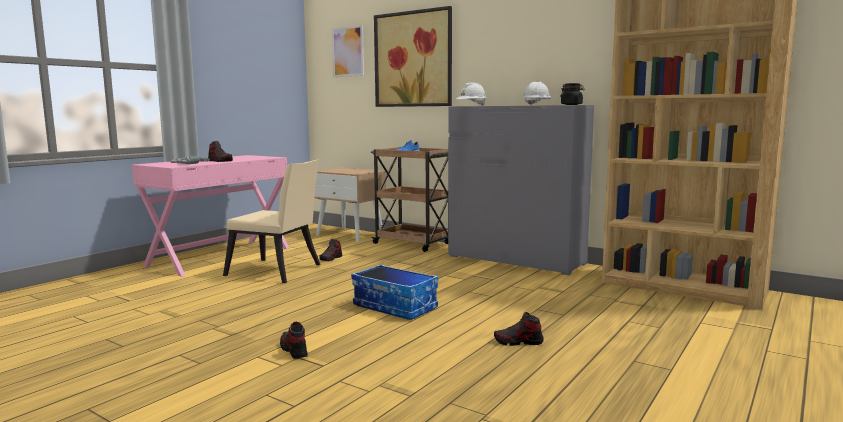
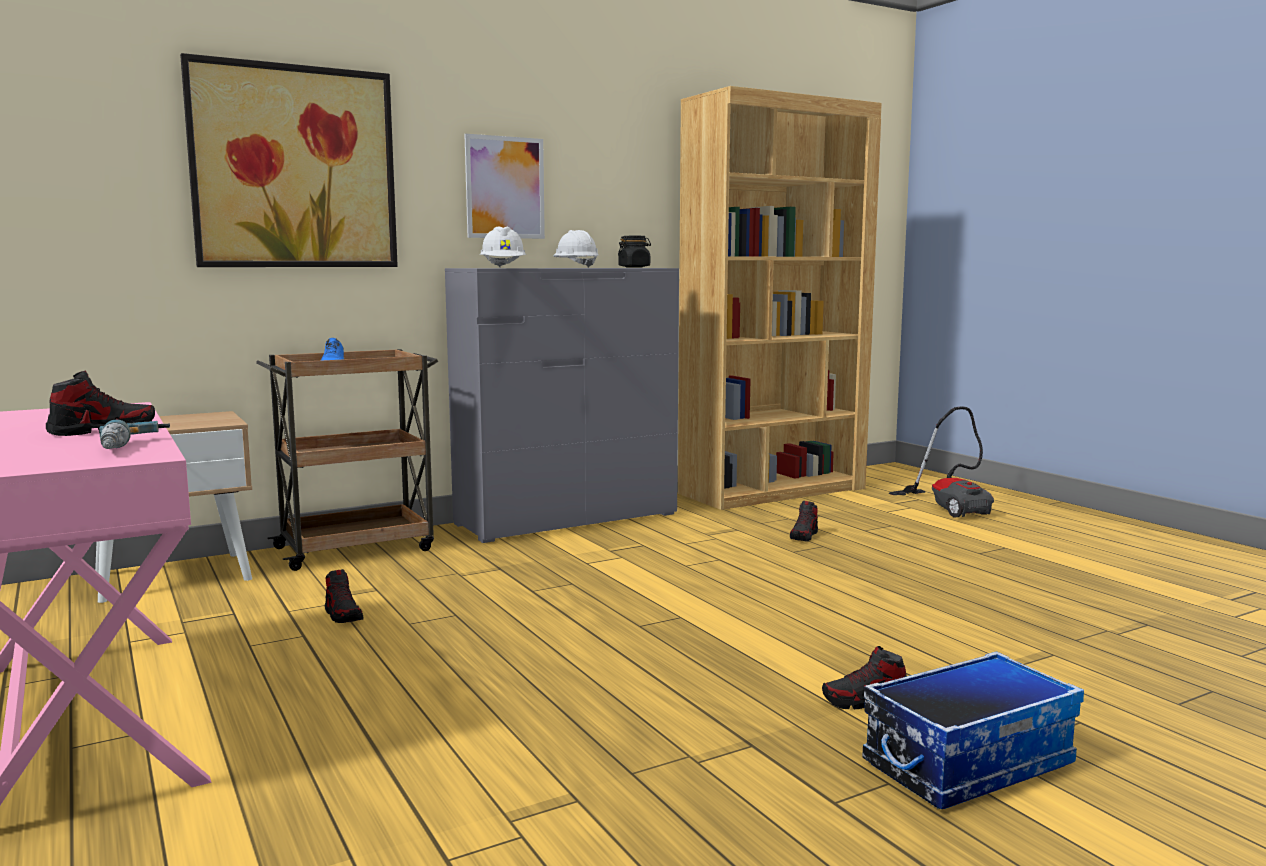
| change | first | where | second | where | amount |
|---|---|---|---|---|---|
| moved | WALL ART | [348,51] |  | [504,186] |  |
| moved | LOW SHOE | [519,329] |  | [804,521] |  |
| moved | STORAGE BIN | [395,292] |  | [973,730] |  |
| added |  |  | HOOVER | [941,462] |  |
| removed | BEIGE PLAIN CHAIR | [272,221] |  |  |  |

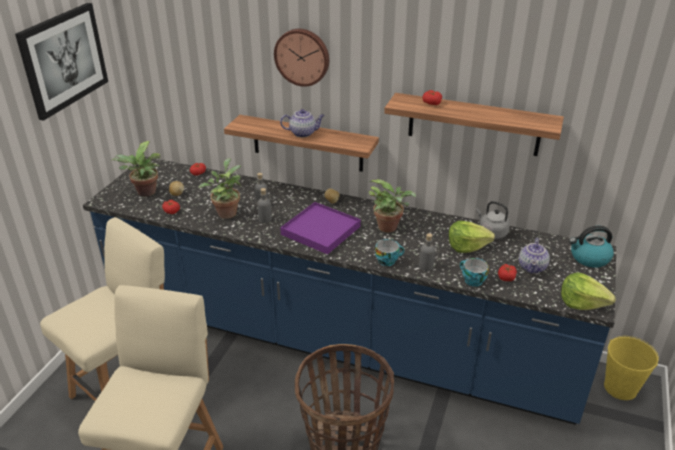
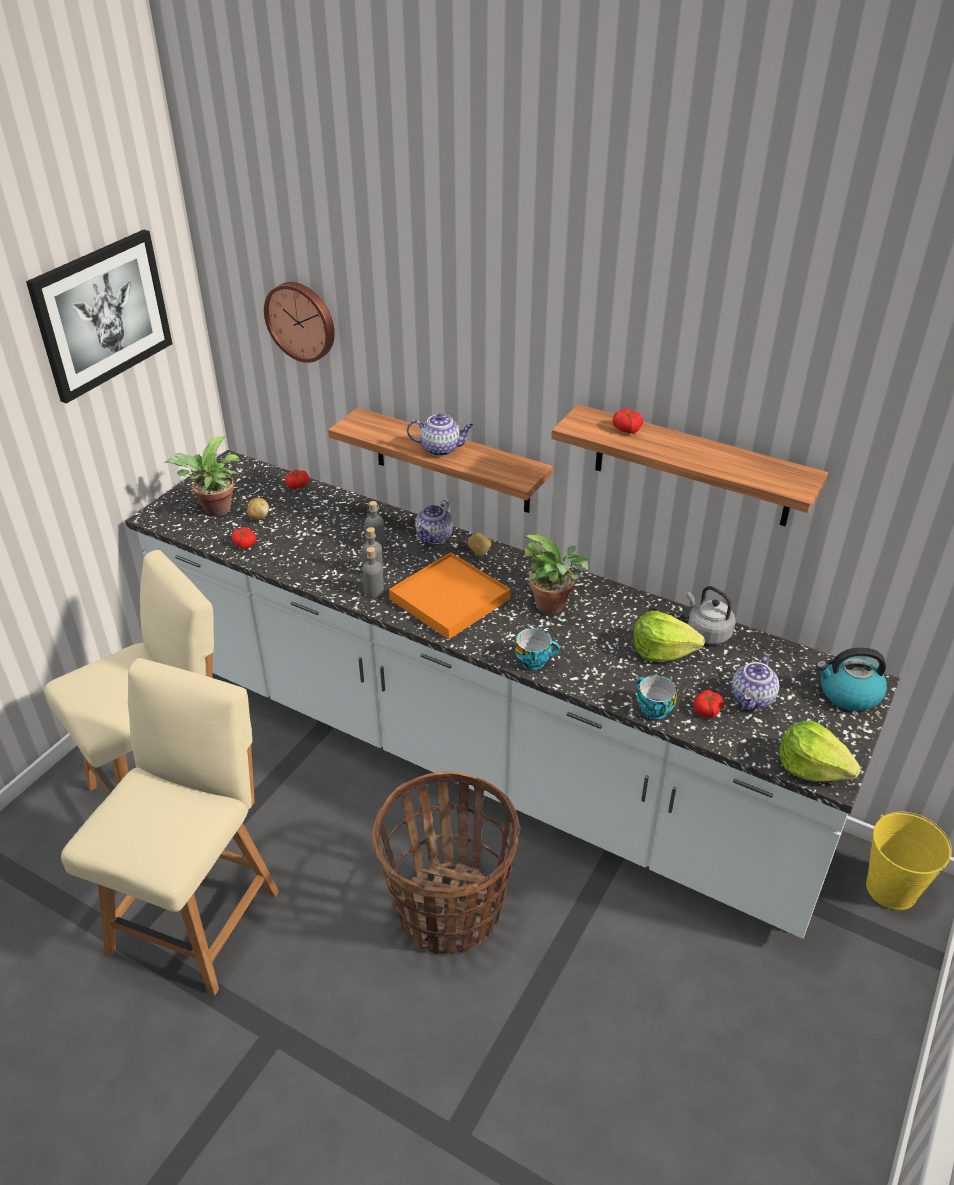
| change | first | where | second | where | amount |
|---|---|---|---|---|---|
| recoloured | BLUE KITCHEN COUNTER | [349,291] | WHITE KITCHEN COUNTER | [512,694] |  |
| moved | HANGING CLOCK | [301,58] |  | [299,322] |  |
| moved | GRAY BEVERAGE BOTTLE | [427,252] |  | [373,572] |  |
| recoloured | PURPLE-COLOURED TRAY | [320,228] | ORANGE TRAY | [449,596] |  |
| added |  |  | TEA POT | [434,521] |  |
| removed | POTTED PLANT | [219,188] |  |  |  |

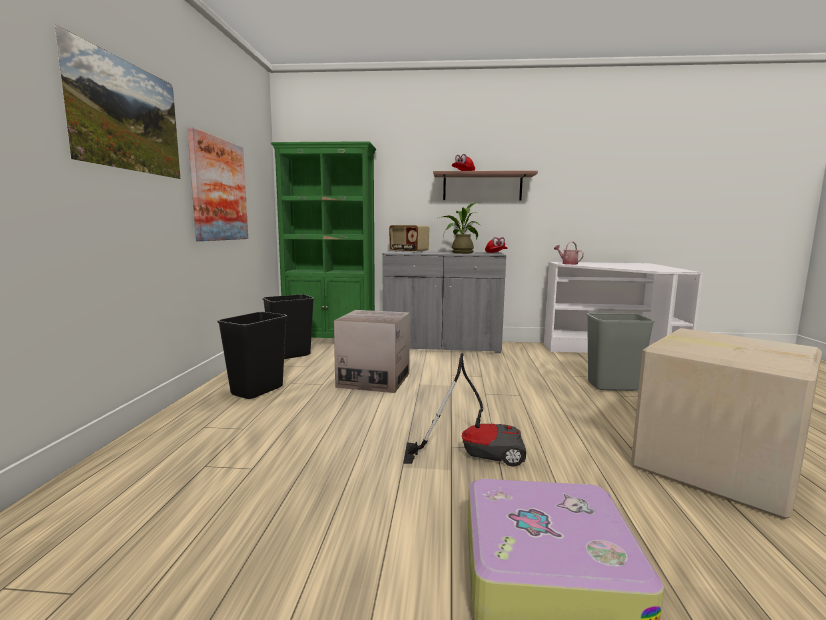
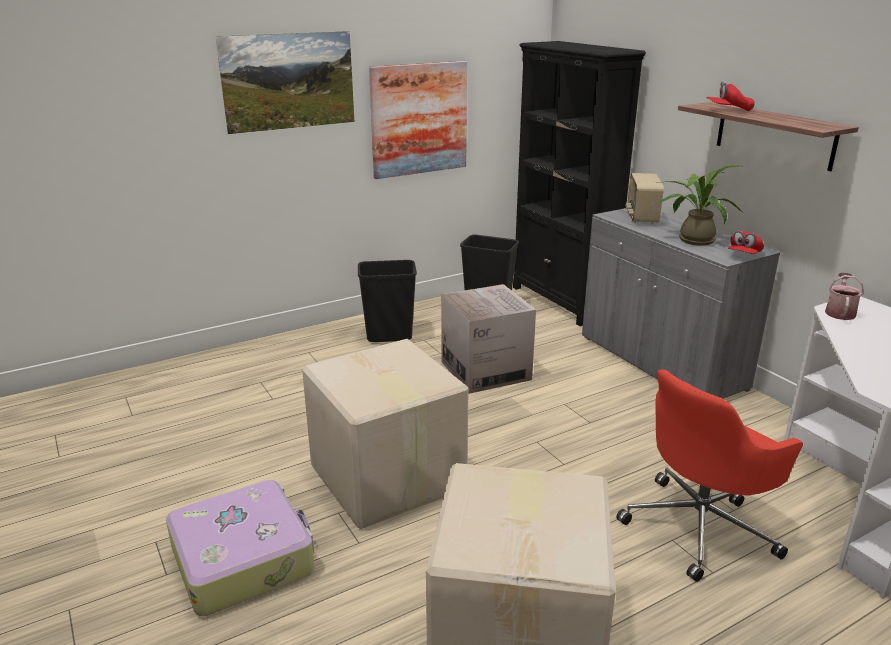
| change | first | where | second | where | amount |
|---|---|---|---|---|---|
| replaced | HOOVER | [464,410] | PACKING BOX | [385,434] |  |
| recoloured | GREEN-COLOURED BOOKSHELF | [323,239] | BLACK BOOKSHELF | [579,183] |  |
| replaced | GRAY RUBBISH BIN | [620,352] | REDDISH DESK CHAIR | [709,475] |  |

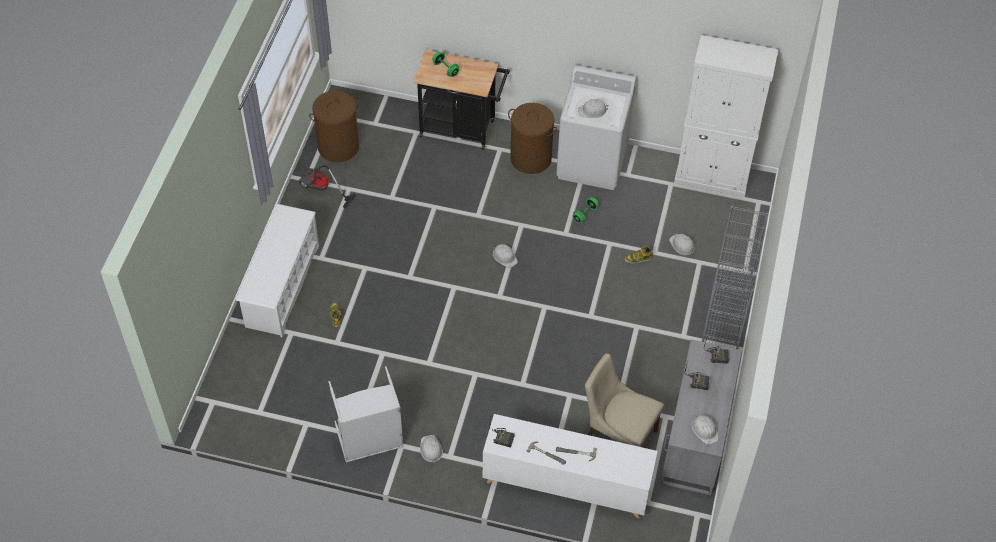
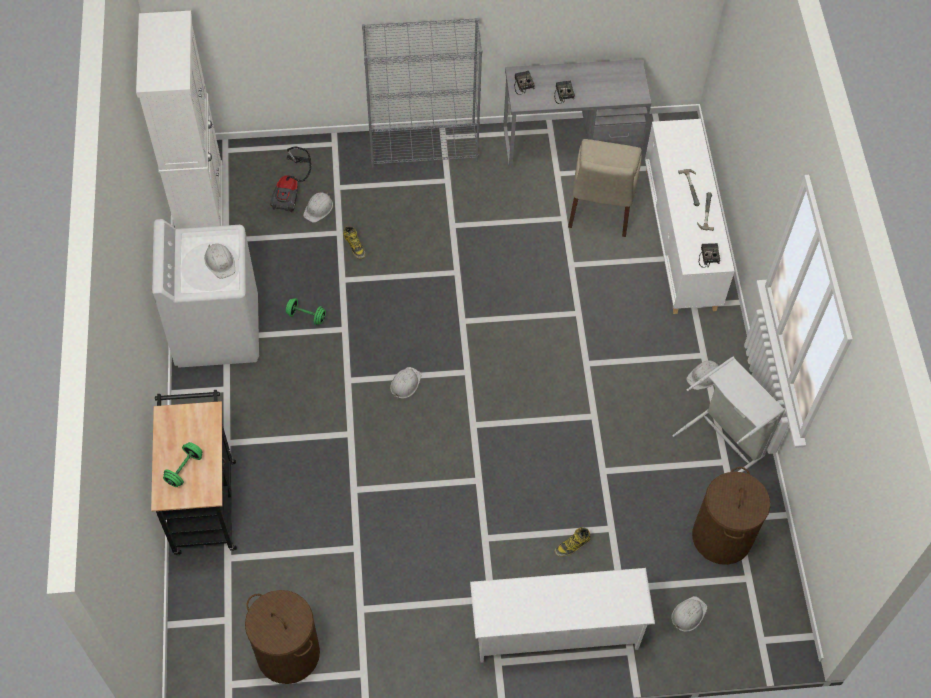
| change | first | where | second | where | amount |
|---|---|---|---|---|---|
| moved | HOOVER | [327,187] |  | [290,179] |  |
| moved | WHITE WORK HELMET | [705,430] |  | [689,614] |  |
| moved | BROWNISH WASHING BASKET | [532,138] |  | [731,516] |  |

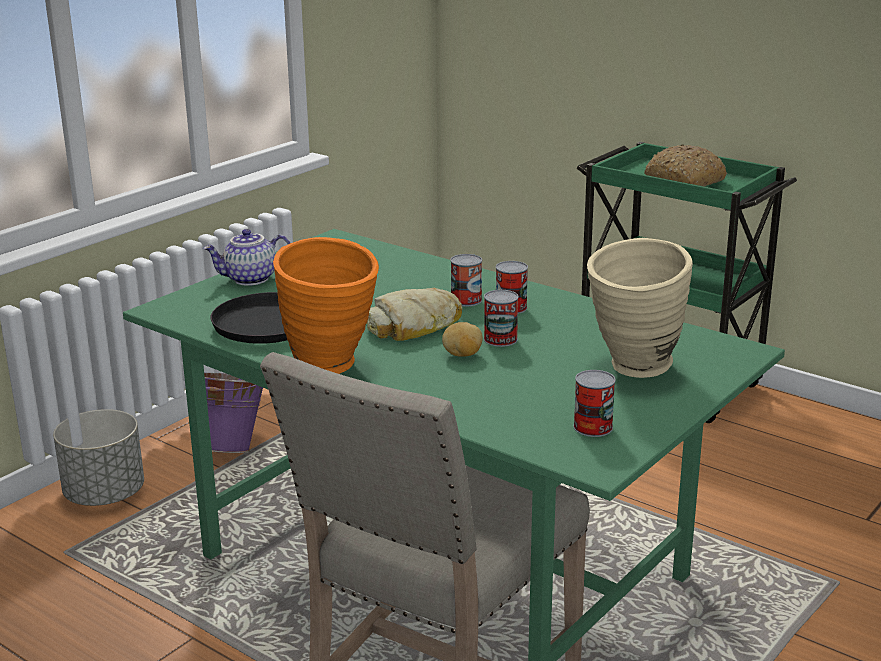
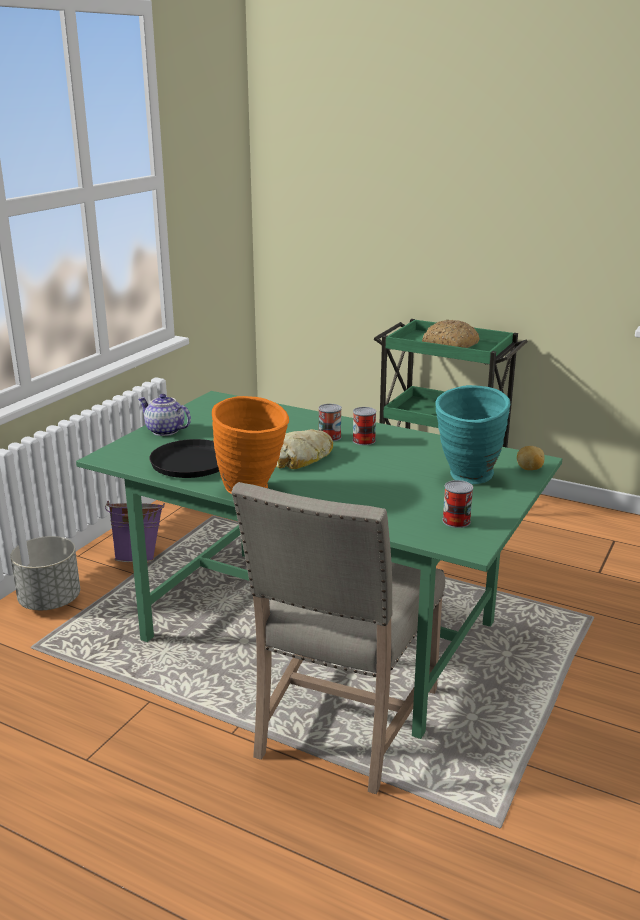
| change | first | where | second | where | amount |
|---|---|---|---|---|---|
| turned | TEA POT | [246,257] |  | [164,415] | 60 degrees clockwise |
| recoloured | BEIGE VASE | [640,308] | TURQUOISE VASE | [472,434] |  |
| moved | WHOLE POTATO | [462,339] |  | [530,458] |  |
| removed | SEALED CAN | [501,318] |  |  |  |

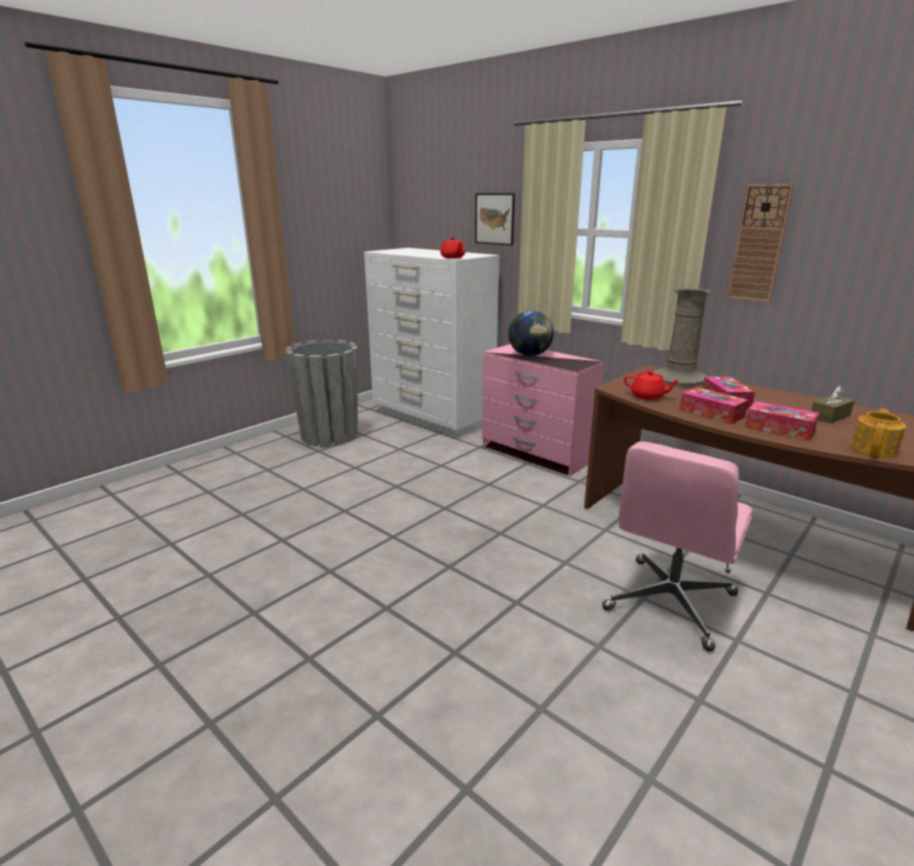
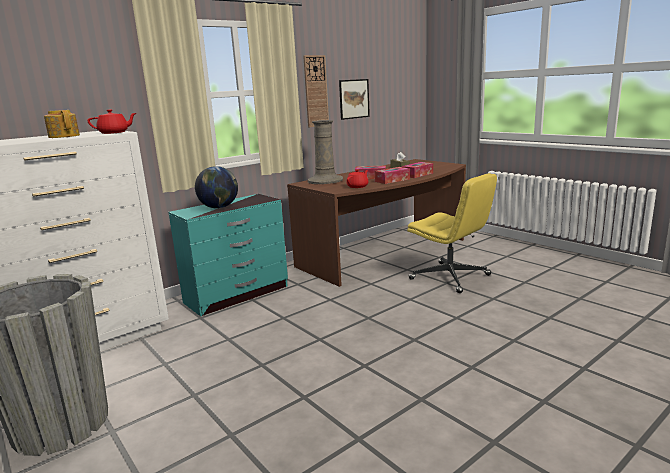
| change | first | where | second | where | amount |
|---|---|---|---|---|---|
| moved | TEA POT | [878,433] |  | [62,124] |  |
| recoloured | PINKISH DRESSER | [543,410] | TURQUOISE DRESSER | [228,255] |  |
| moved | WALL ART | [495,219] |  | [354,99] |  |
| recoloured | PINKISH DESK CHAIR | [677,546] | YELLOWISH DESK CHAIR | [452,233] |  |

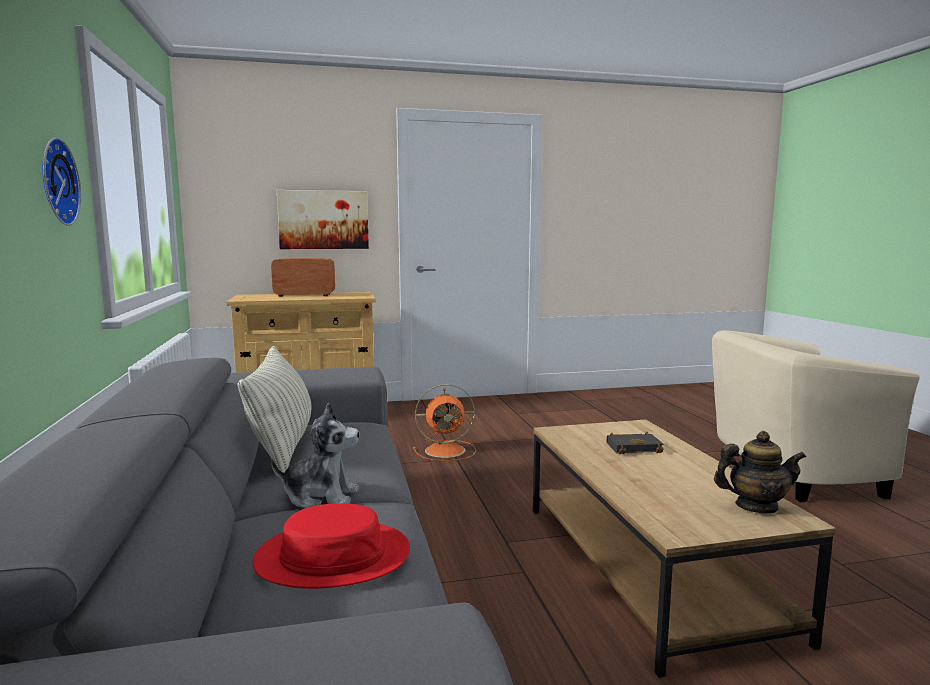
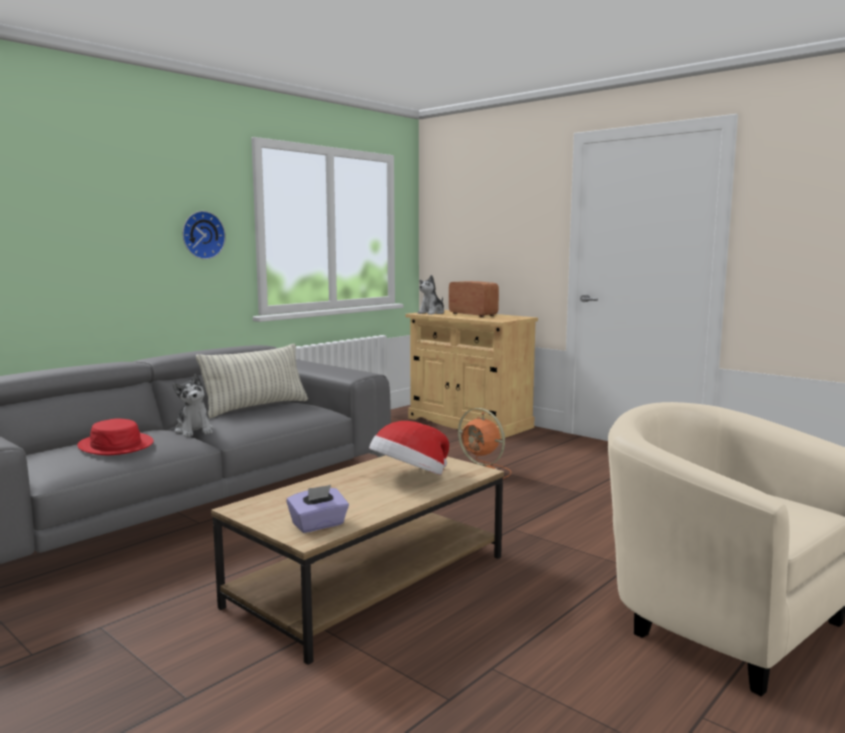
| change | first | where | second | where | amount |
|---|---|---|---|---|---|
| replaced | TEA POT | [760,472] | PURPLE-COLOURED BOX OF TISSUES | [318,509] |  |
| replaced | BLACK BOOK | [635,443] | WEARABLE HAT | [409,448] |  |
| added |  |  | PLUSH TOY | [430,295] |  |
| removed | WALL ART | [323,219] |  |  |  |

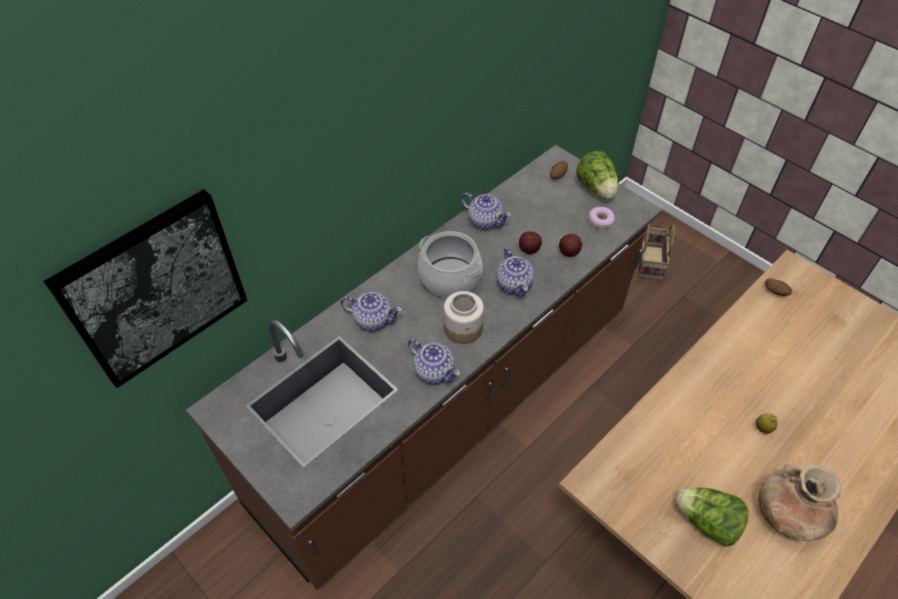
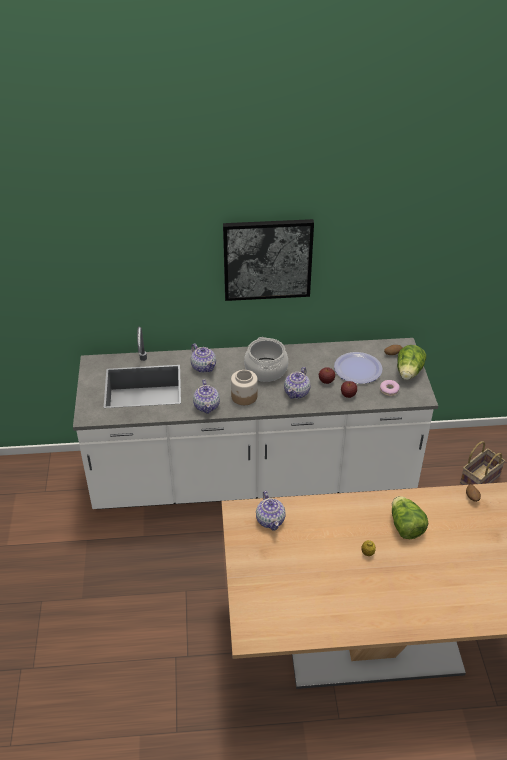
| change | first | where | second | where | amount |
|---|---|---|---|---|---|
| recoloured | BROWNISH KITCHEN COUNTER | [424,367] | WHITE KITCHEN COUNTER | [255,418] |  |
| moved | WALL ART | [145,288] |  | [268,260] |  |
| moved | TEA POT | [486,211] |  | [271,511] |  |
| added |  |  | FLAT DISH | [358,368] |  |
| moved | LETTUCE HEAD | [712,517] |  | [410,517] |  |
| removed | BROWNISH VASE | [799,503] |  |  |  |

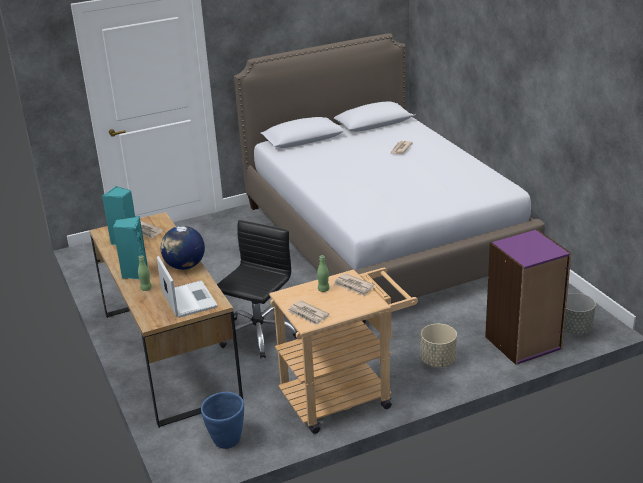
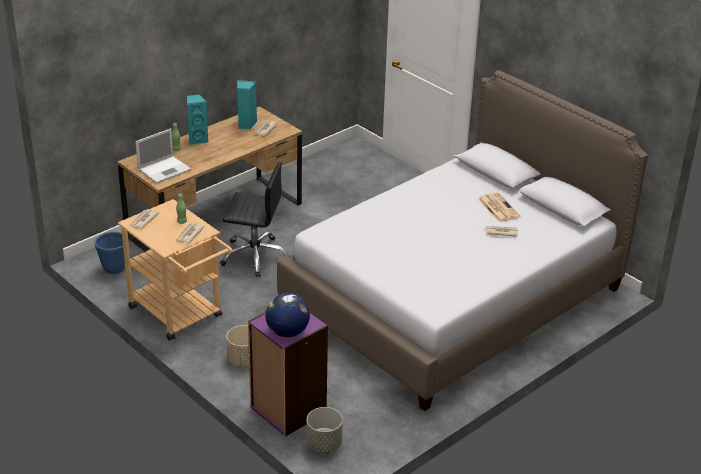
| change | first | where | second | where | amount |
|---|---|---|---|---|---|
| moved | DESK GLOBE | [183,248] |  | [287,315] |  |
| added |  |  | NEWSPAPER | [499,207] |  |

